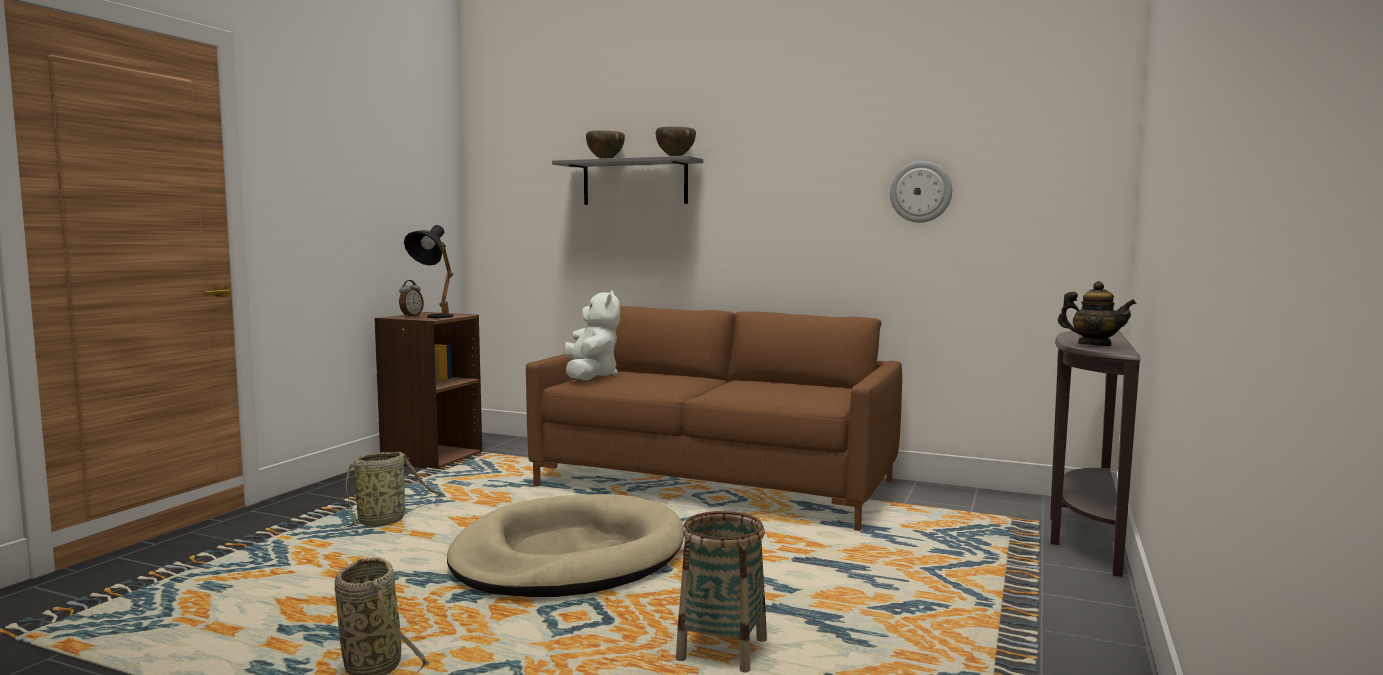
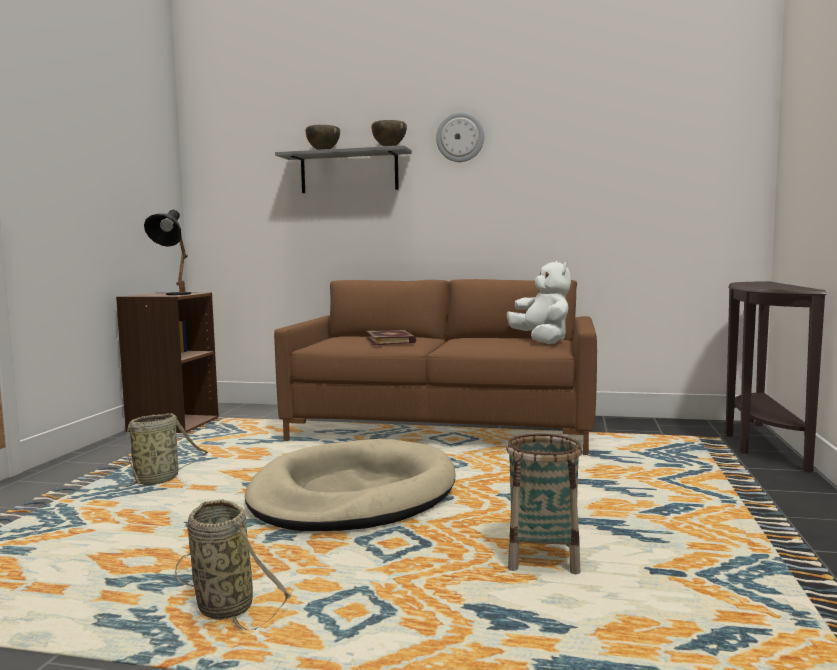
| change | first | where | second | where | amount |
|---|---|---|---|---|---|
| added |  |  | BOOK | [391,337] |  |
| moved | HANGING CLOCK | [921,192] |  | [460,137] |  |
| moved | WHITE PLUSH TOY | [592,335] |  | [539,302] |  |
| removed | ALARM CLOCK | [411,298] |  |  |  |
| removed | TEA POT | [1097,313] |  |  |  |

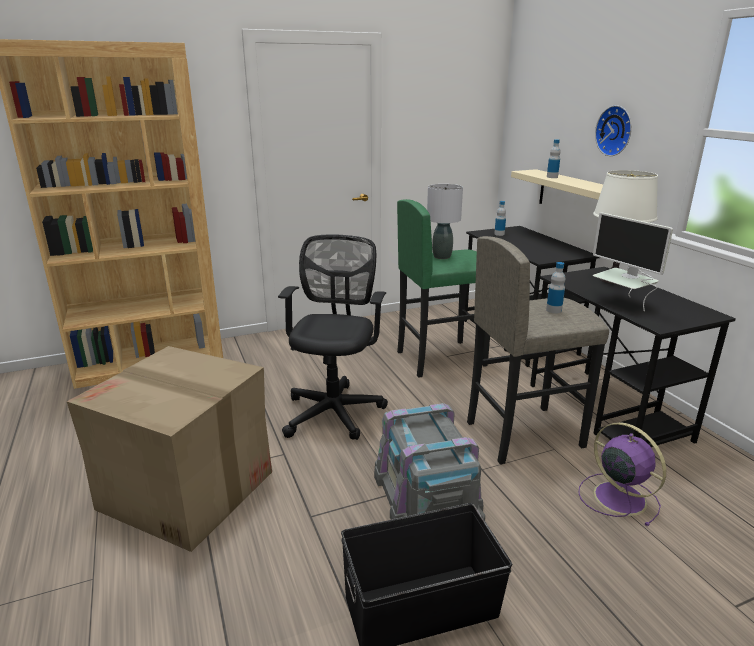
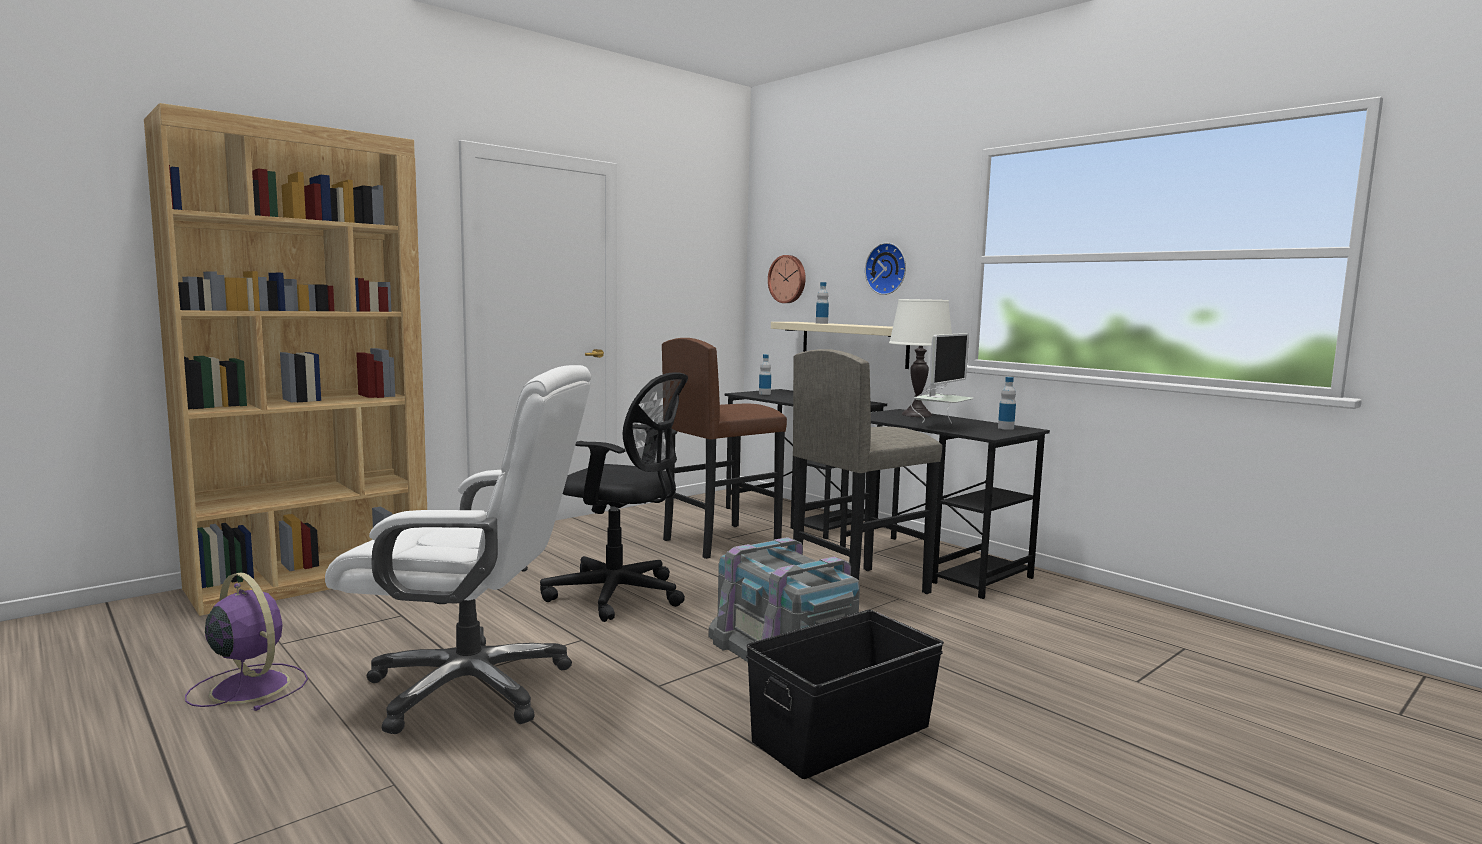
| change | first | where | second | where | amount |
|---|---|---|---|---|---|
| moved | PURPLE-COLOURED ELECTRIC FAN | [622,474] |  | [246,642] |  |
| replaced | PACKING BOX | [169,449] | WHITE DESK CHAIR | [458,549] |  |
| turned | BLACK DESK CHAIR | [333,337] |  | [614,497] | 120 degrees clockwise |
| recoloured | GREEN-COLOURED STOOL SEAT | [443,288] | BROWNISH STOOL SEAT | [724,448] |  |
| added |  |  | HANGING CLOCK | [787,279] |  |
| turned | MONITOR | [633,262] |  | [942,378] | 90 degrees counterclockwise |
| moved | BEVERAGE BOTTLE | [555,288] |  | [1007,403] |  |
| removed | GRAY TABLE LAMP | [445,221] |  |  |  |

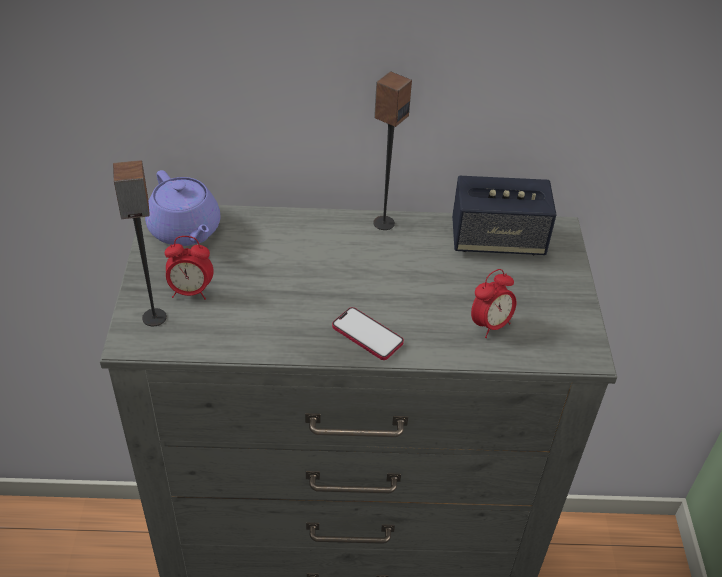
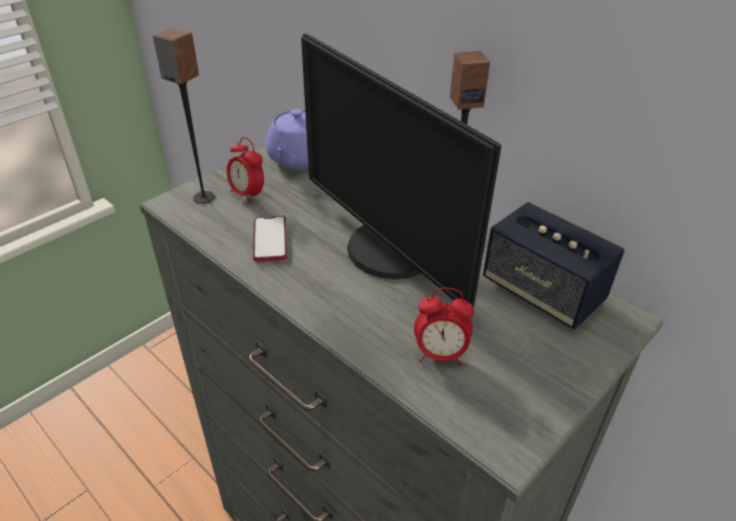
| change | first | where | second | where | amount |
|---|---|---|---|---|---|
| moved | HANDSET | [368,333] |  | [270,239] |  |
| added |  |  | MONITOR | [401,170] |  |

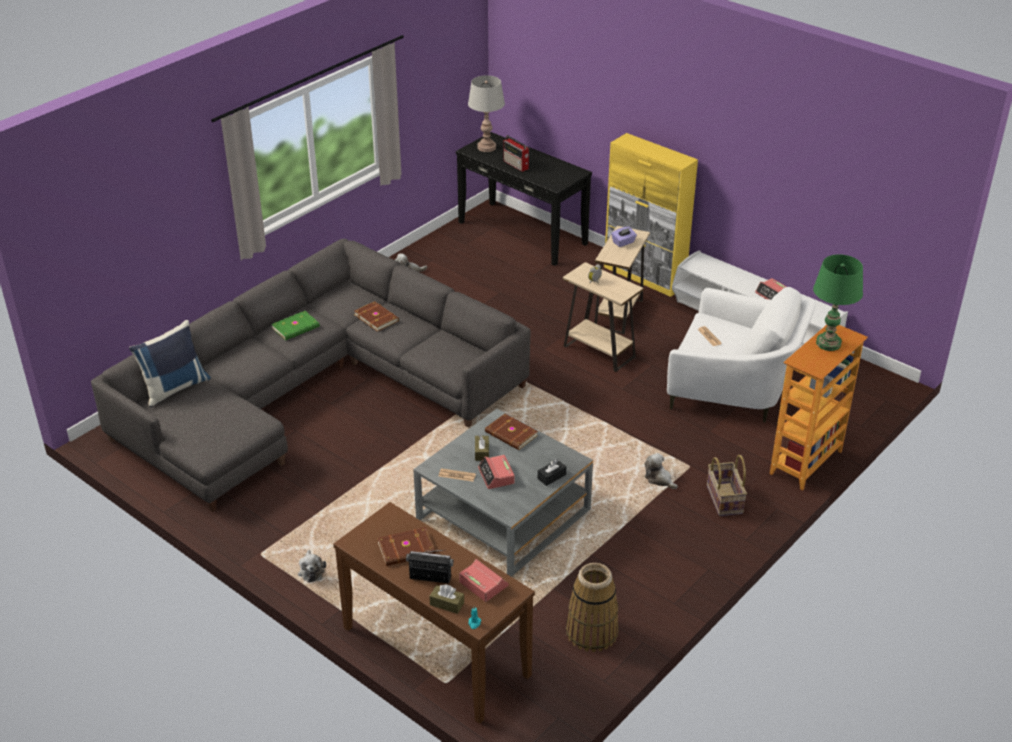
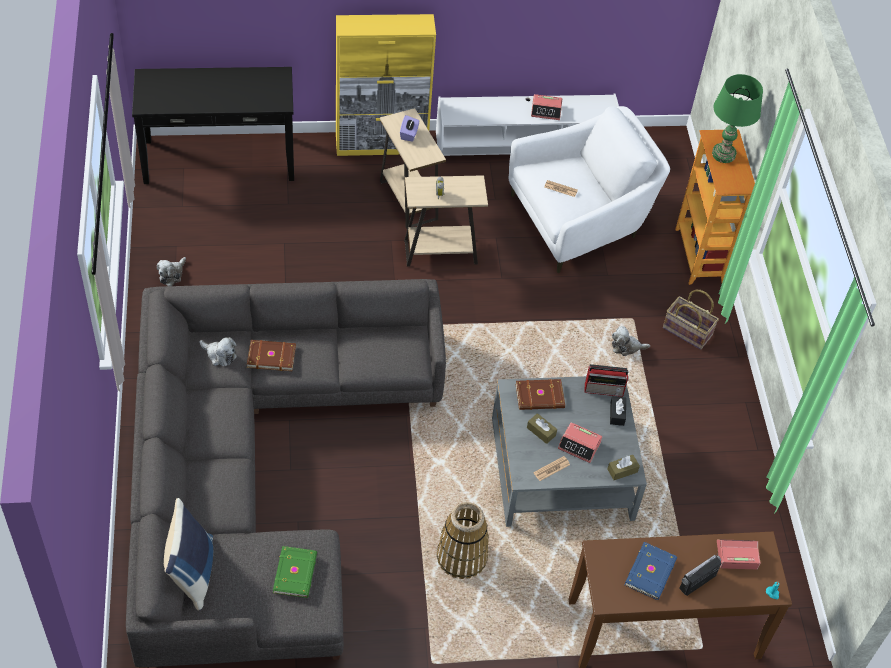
| change | first | where | second | where | amount |
|---|---|---|---|---|---|
| moved | PLUSH TOY | [312,566] |  | [218,351] |  |
| moved | GREEN-COLOURED BOOK | [296,325] |  | [295,572] |  |
| moved | HOUSEHOLD BASKET | [592,607] |  | [463,540] |  |
| moved | RADIO SET | [516,153] |  | [606,380] |  |
| moved | BROWNISH BOX OF TISSUES | [446,599] |  | [623,467] |  |
| recoloured | BROWNISH BOOK | [406,546] | BLUE BOOK | [651,571] |  |
| removed | GRAY TABLE LAMP | [486,113] |  |  |  |

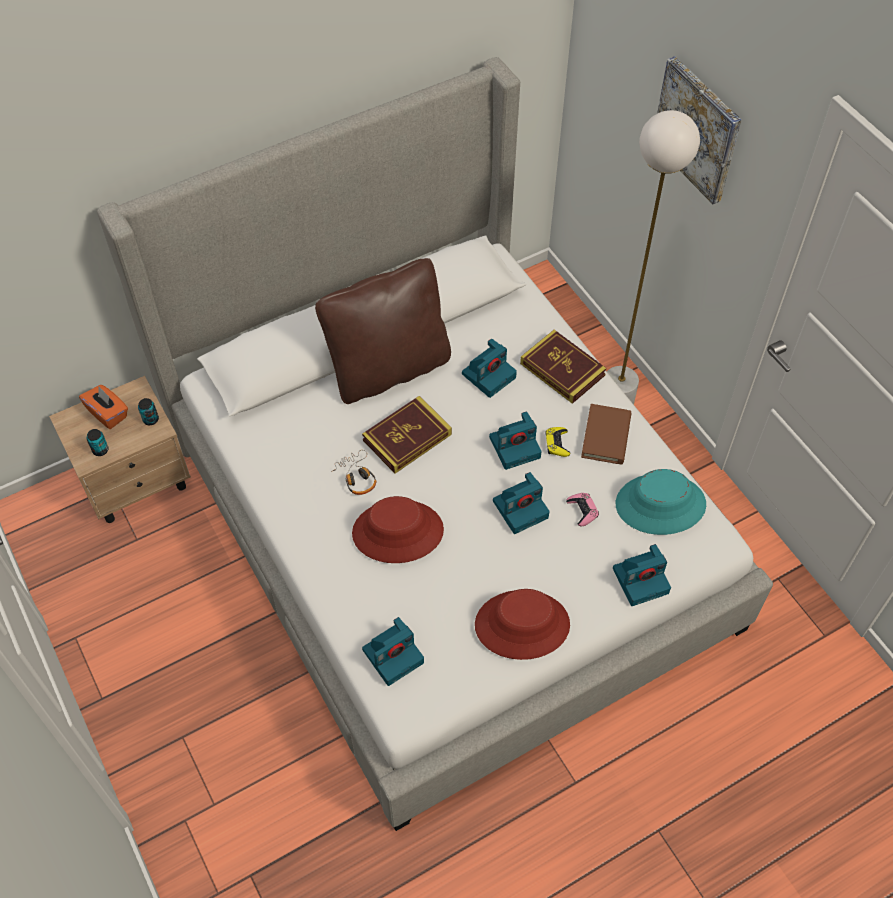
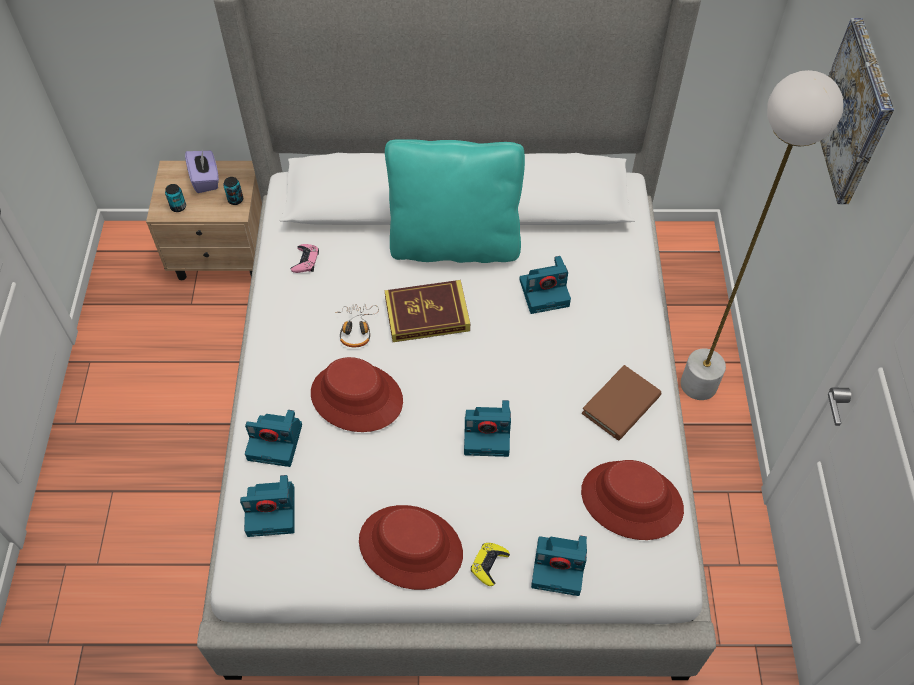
| change | first | where | second | where | amount |
|---|---|---|---|---|---|
| recoloured | ORANGE BOX OF TISSUES | [103,407] | PURPLE-COLOURED BOX OF TISSUES | [202,171] |  |
| moved | PHOTO CAMERA | [515,440] |  | [273,438] |  |
| moved | PINKISH GAMEPAD | [582,510] |  | [305,258] |  |
| recoloured | BROWNISH THROW PILLOW | [383,331] | TURQUOISE THROW PILLOW | [455,201] |  |
| moved | YELLOWISH GAMEPAD | [558,442] |  | [490,564] |  |
| recoloured | TURQUOISE WEARABLE HAT | [661,502] | REDDISH WEARABLE HAT | [632,500] |  |
| removed | BOOK | [563,367] |  |  |  |

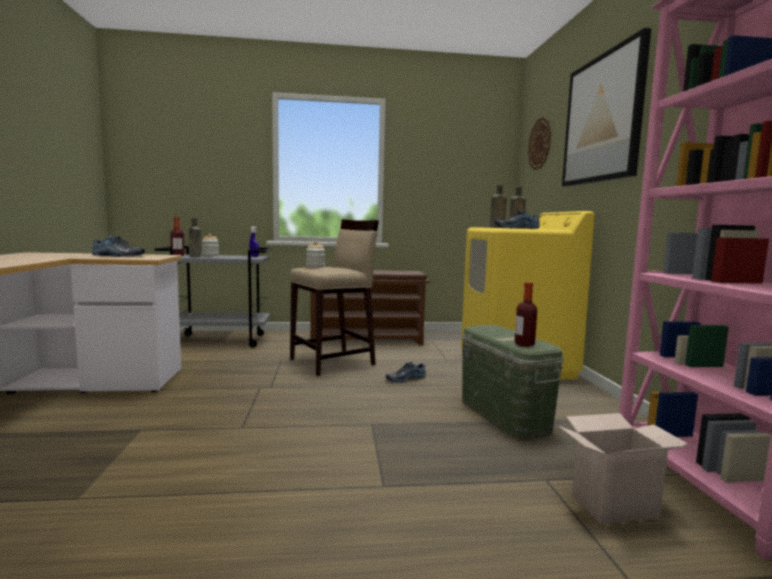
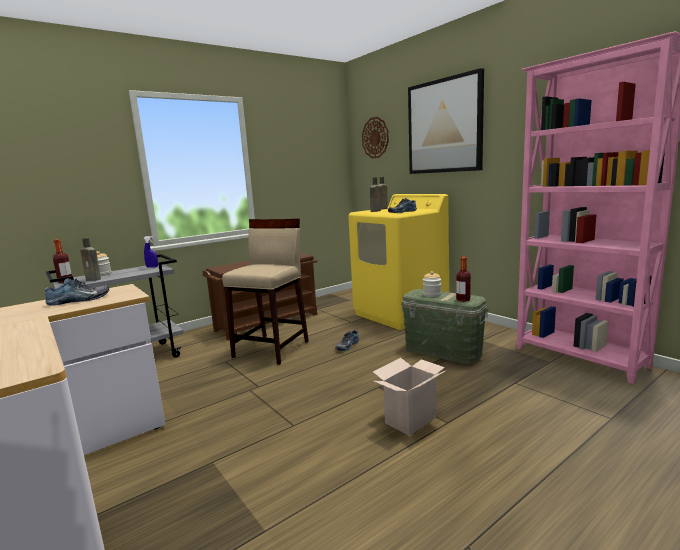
| change | first | where | second | where | amount |
|---|---|---|---|---|---|
| moved | PACKING BOX | [624,469] |  | [410,397] |  |
| moved | PRESERVE JAR | [315,254] |  | [432,284] |  |

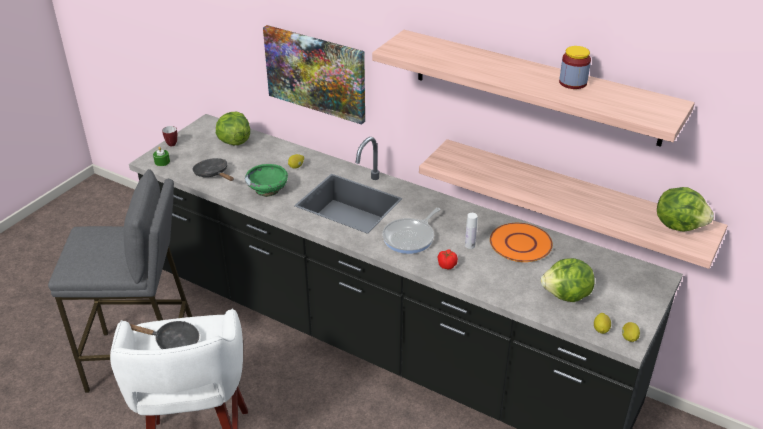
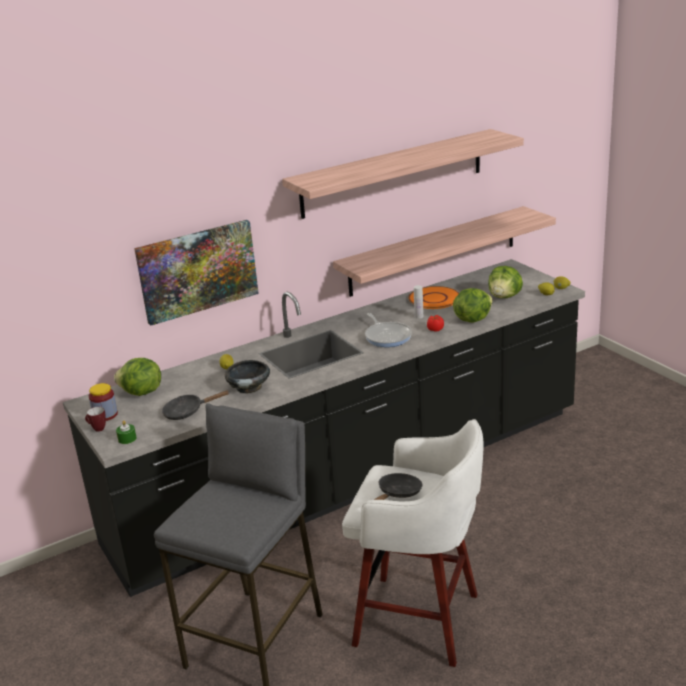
| change | first | where | second | where | amount |
|---|---|---|---|---|---|
| moved | PRESERVE JAR | [575,67] |  | [103,402] |  |
| recoloured | GREEN-COLOURED SERVING BOWL | [266,180] | BLACK SERVING BOWL | [247,377] |  |
| moved | LETTUCE HEAD | [685,209] |  | [473,305] |  |

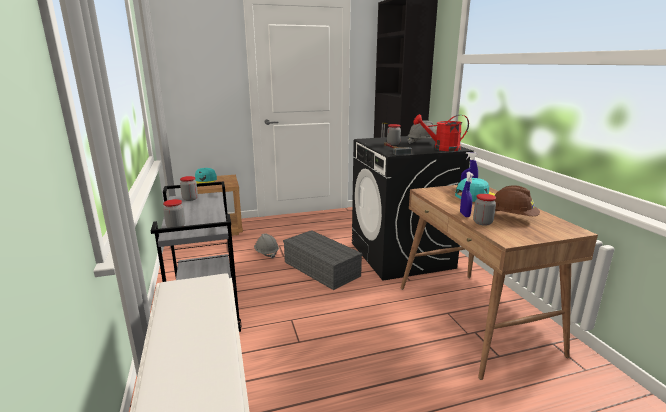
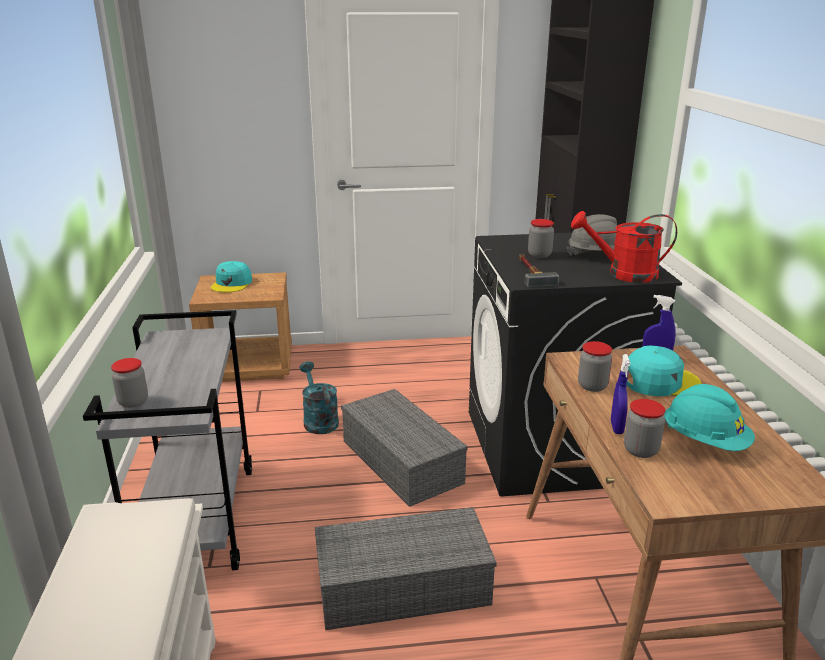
| change | first | where | second | where | amount |
|---|---|---|---|---|---|
| replaced | GRAY WORK HELMET | [266,246] | TURQUOISE SPRINKLING CAN | [319,397] |  |
| added |  |  | GRAY STORAGE BIN | [406,568] |  |
| moved | PRESERVE JAR | [189,188] |  | [595,366] |  |
| recoloured | BROWNISH WORK HELMET | [517,200] | TURQUOISE WORK HELMET | [709,417] |  |

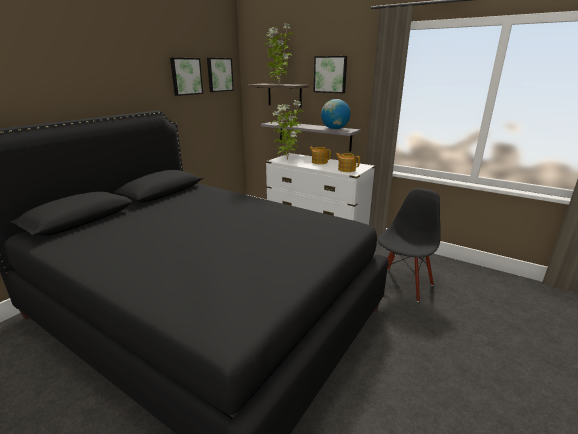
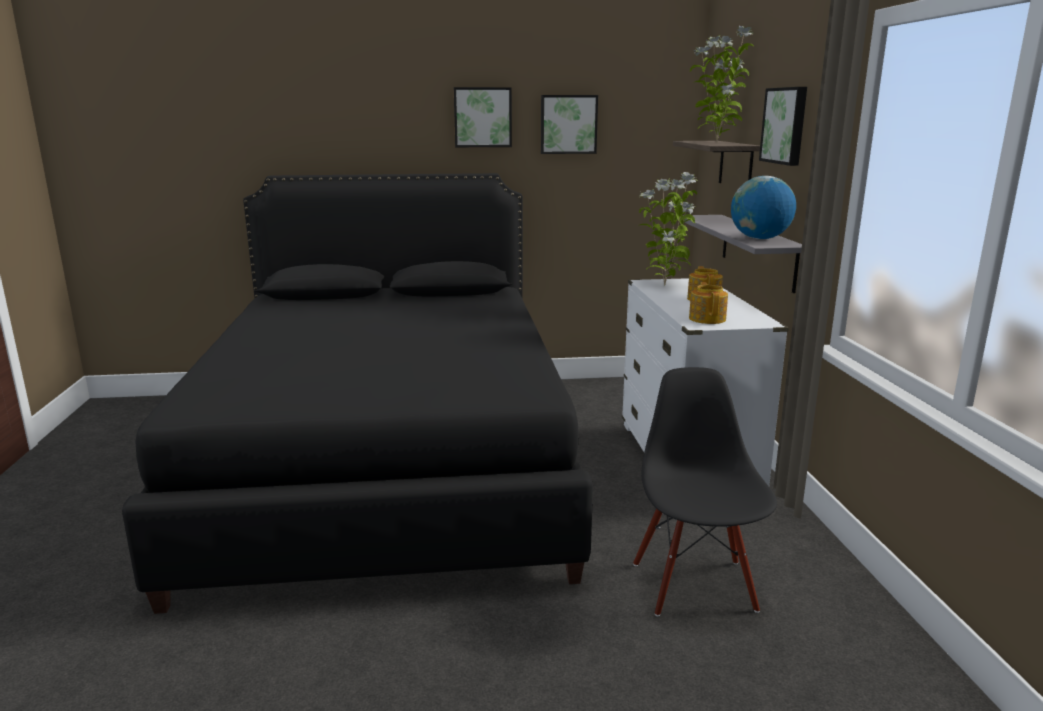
| change | first | where | second | where | amount |
|---|---|---|---|---|---|
| moved | WALL ART | [220,75] |  | [483,117] |  |
| turned | BLACK PLAIN CHAIR | [409,245] |  | [705,491] | 90 degrees counterclockwise |

